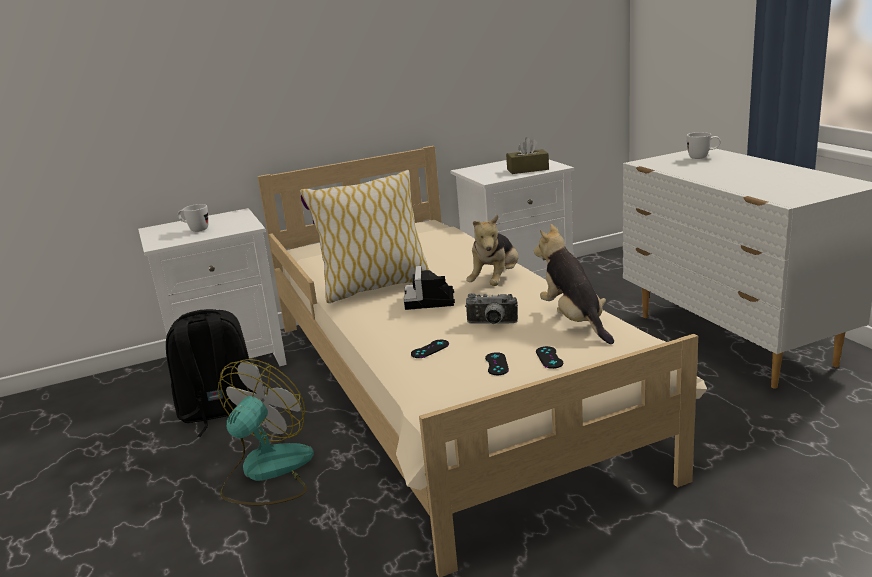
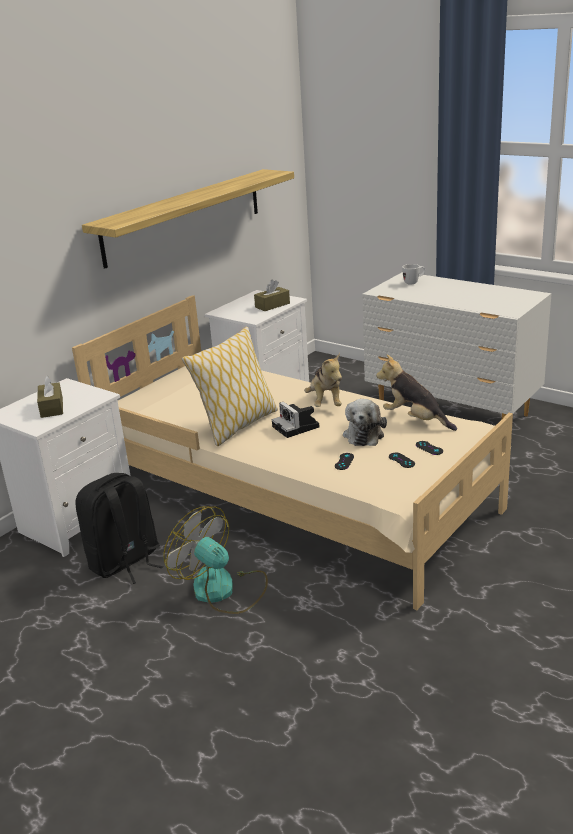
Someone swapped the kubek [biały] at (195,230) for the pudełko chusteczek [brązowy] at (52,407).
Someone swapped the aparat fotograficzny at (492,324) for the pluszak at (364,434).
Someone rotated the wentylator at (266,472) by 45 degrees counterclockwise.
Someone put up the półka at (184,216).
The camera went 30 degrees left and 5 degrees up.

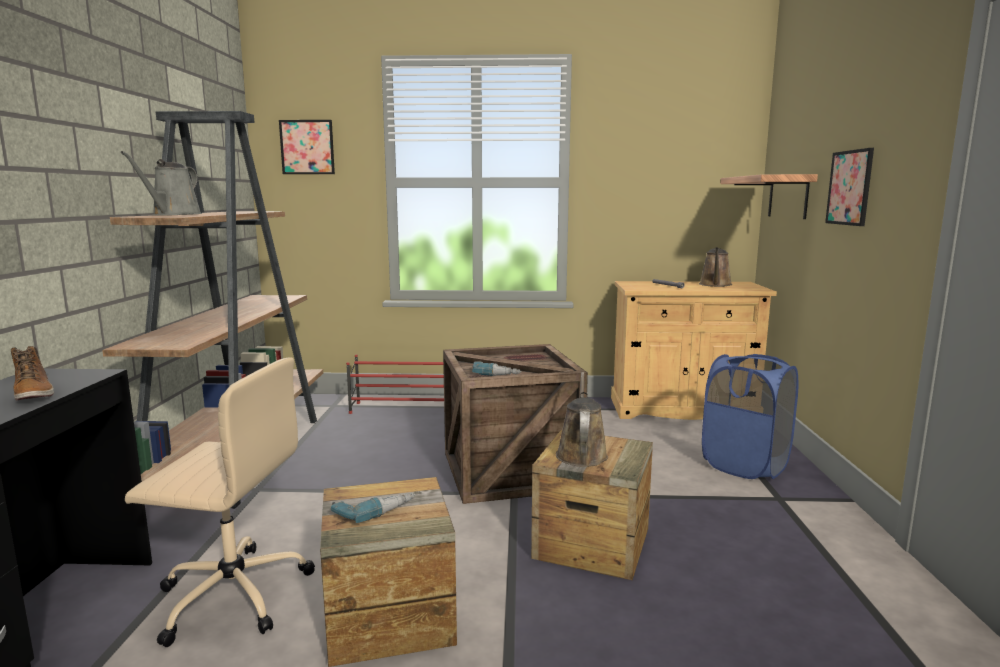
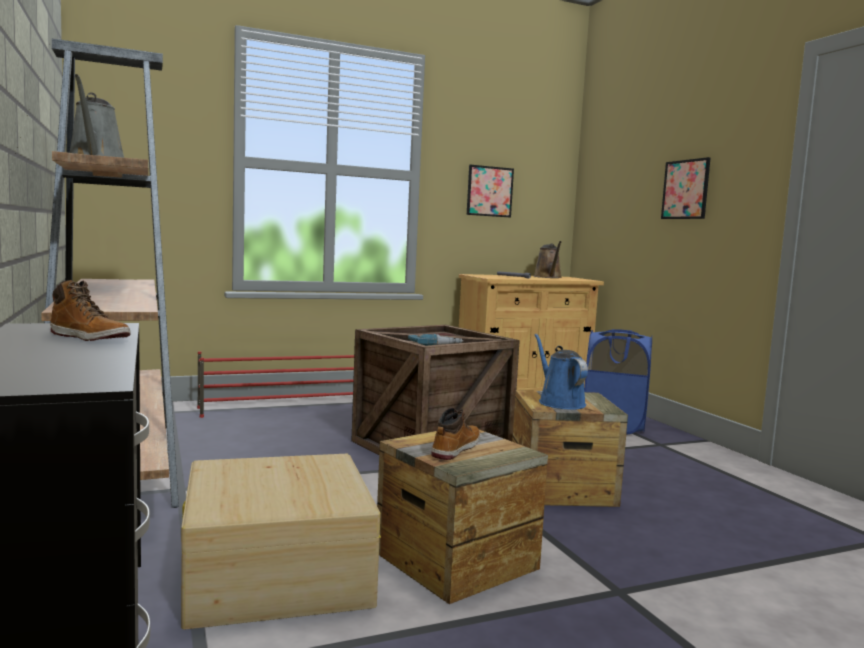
Someone carried the obraz from (307,147) to (489,191).
Someone took away the półka at (788,197).
Someone swapped the krzesło biurowe [beżowy] at (231,594) for the pojemnik do przechowywania [beżowy] at (276,573).
Someone repainted the konewka [brązowy] at (581,453), which became the konewka [niebieski] at (559,402).
Someone swapped the wiertarka at (373,510) for the but z cholewką at (455,449).
The camera went 25 degrees left and 5 degrees down.

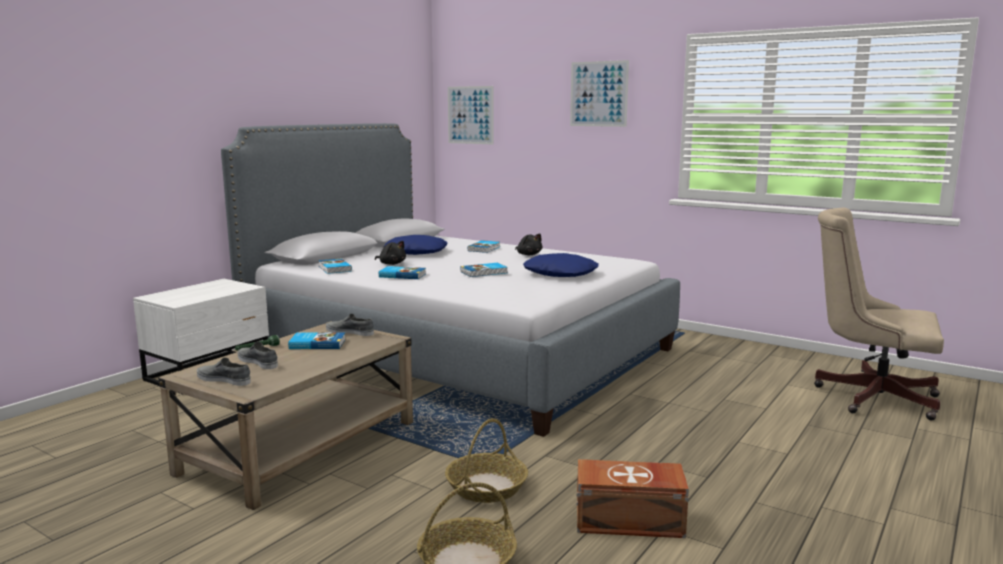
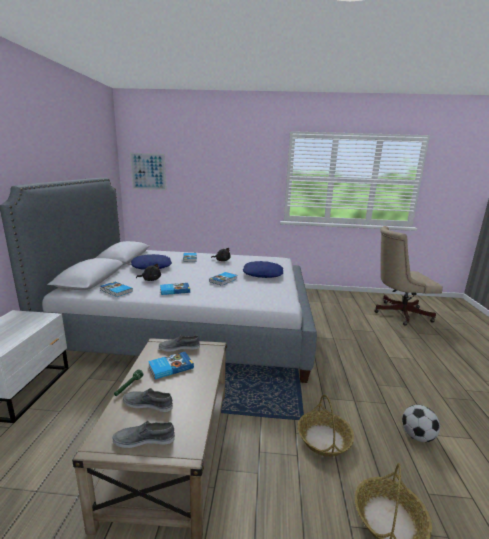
Someone took away the obraz at (598,94).
Someone swapped the pojemnik do przechowywania [brązowy] at (630,521) for the piłka futbolowa at (417,436).
The camera went 30 degrees left and 5 degrees up.

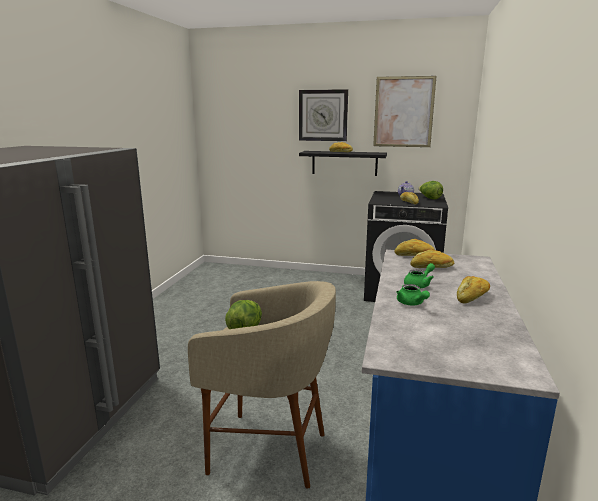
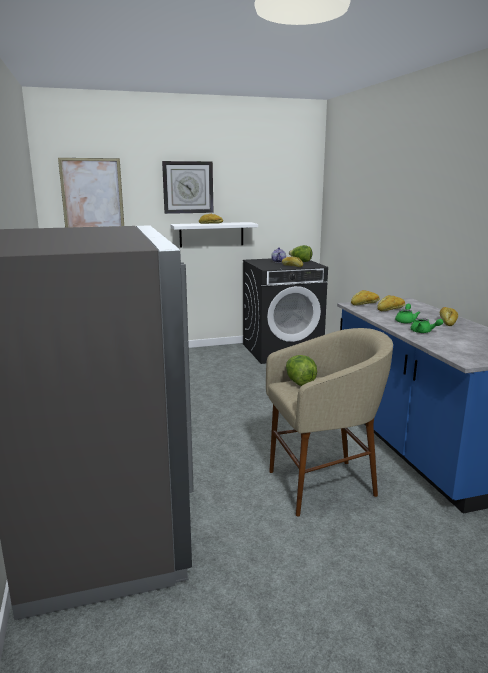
Someone carried the obraz from (403,112) to (92,194).
Someone repainted the półka [czarny] at (344,163), which became the półka [biały] at (211,234).
The camera went 30 degrees left and 0 degrees up.

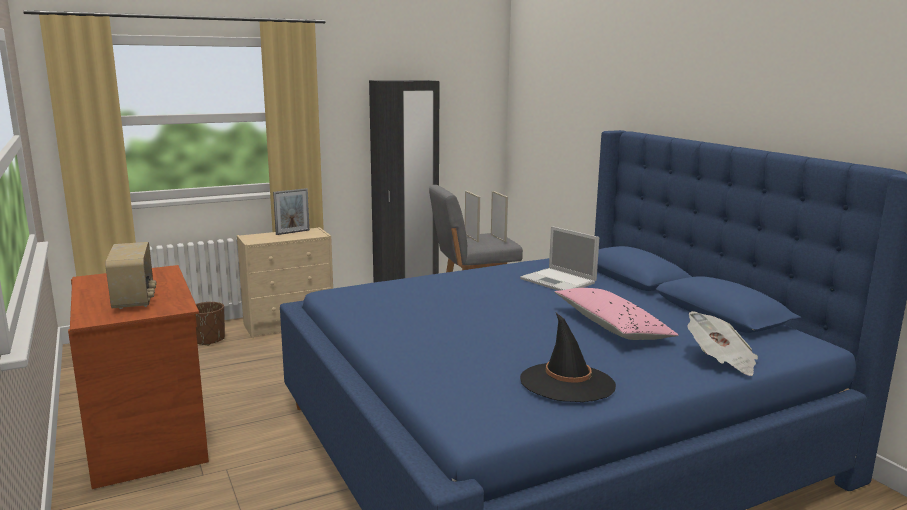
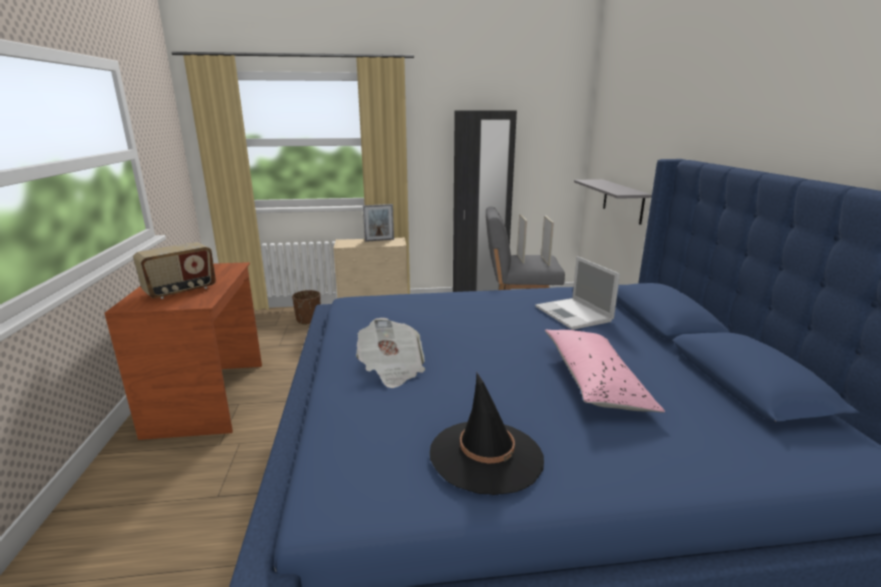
Someone rotated the radio at (135,299) by 45 degrees clockwise.
Someone carried the gazeta from (721,361) to (391,369).
Someone put up the półka [szary] at (623,201).
The camera went 20 degrees right and 5 degrees up.

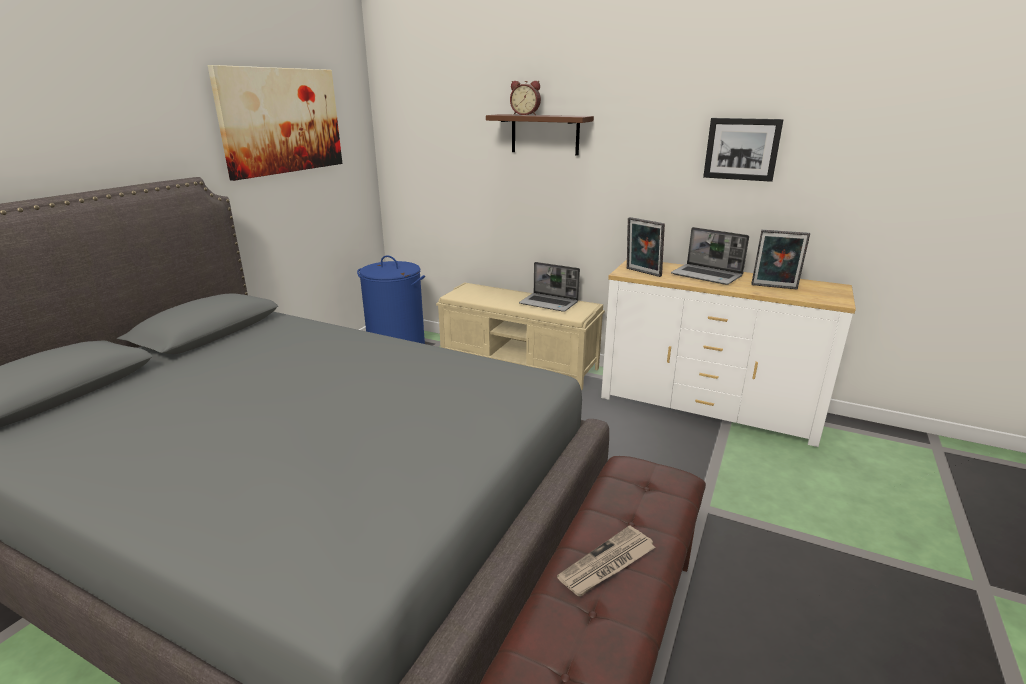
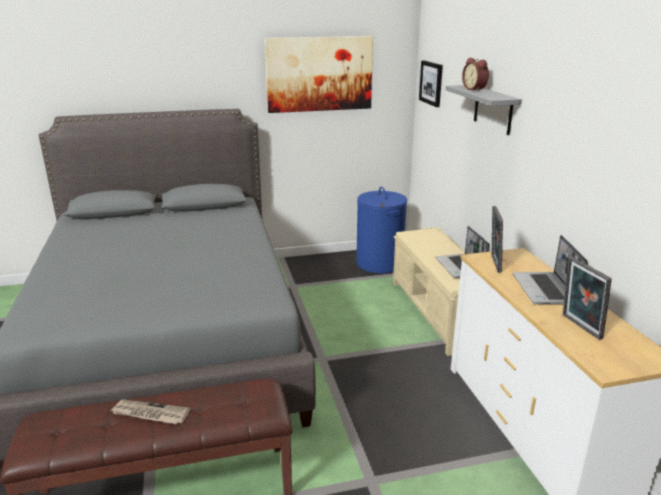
Someone repainted the półka [brązowy] at (545,134), which became the półka [szary] at (493,109).
Someone carried the obraz from (742,149) to (431,83).
The camera went 50 degrees right and 0 degrees up.

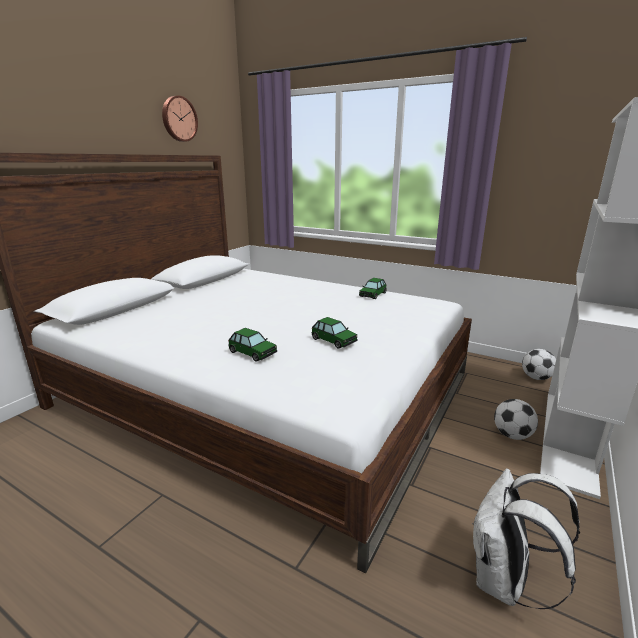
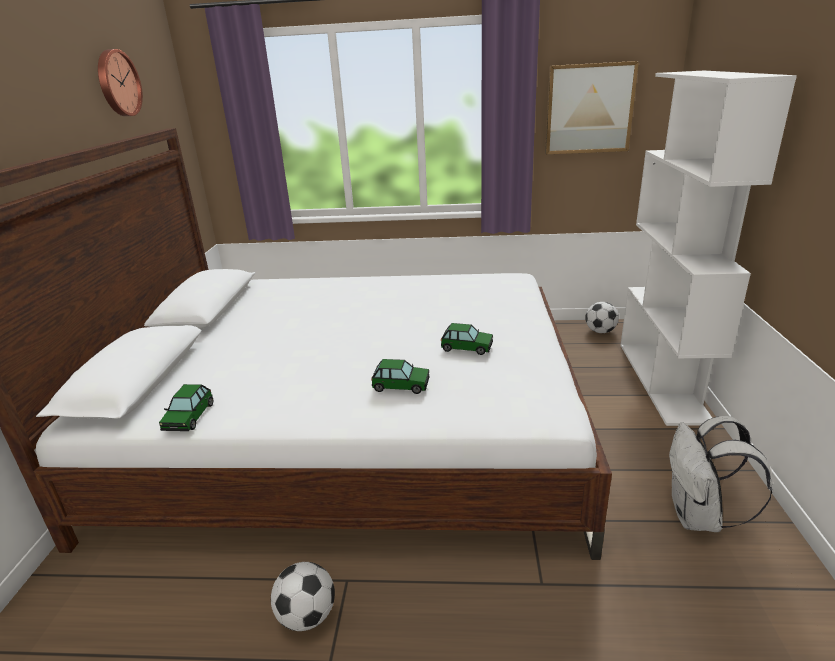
Someone carried the samochodzik from (372,294) to (189,417).
Someone carried the piłka futbolowa from (512,435) to (307,616).
Someone put up the obraz at (589,109).
The camera went 25 degrees left and 5 degrees up.

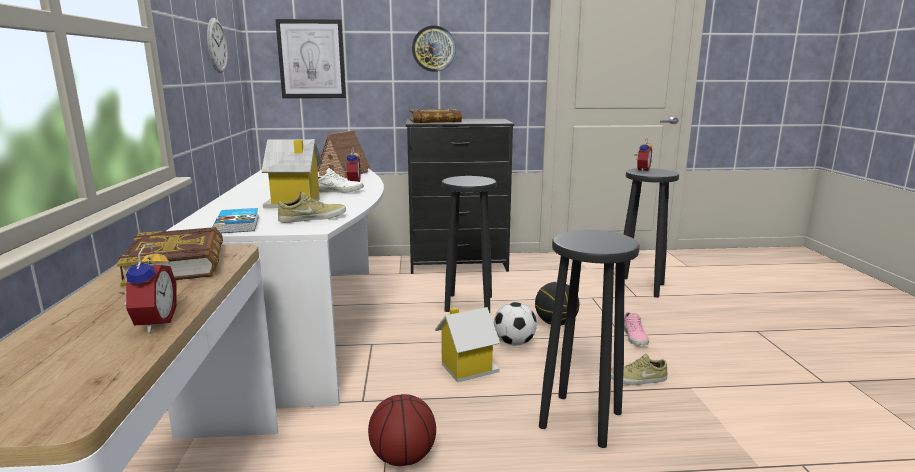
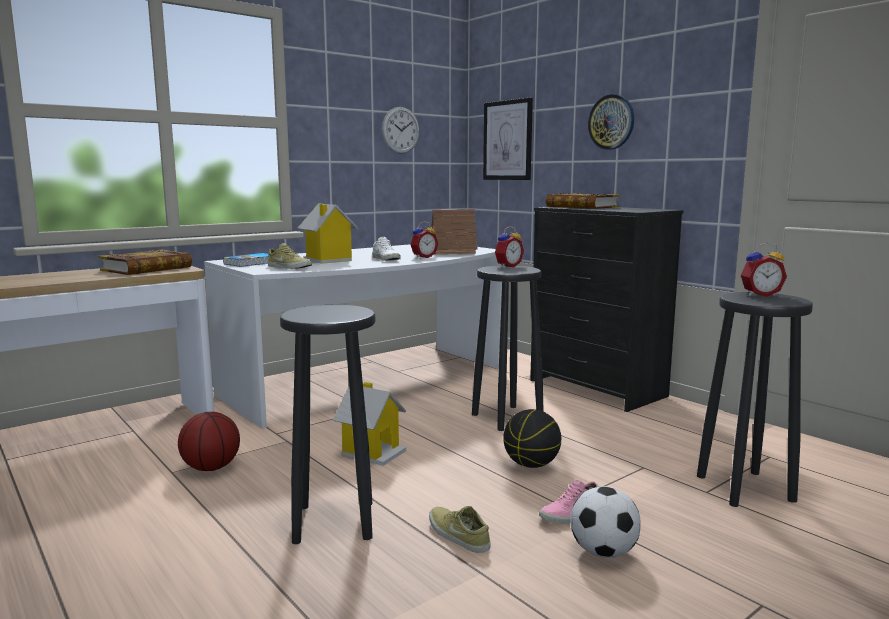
Someone carried the budzik from (152,323) to (507,266).
Someone carried the piłka futbolowa from (514,343) to (604,552).
The camera went 55 degrees right and 5 degrees down.

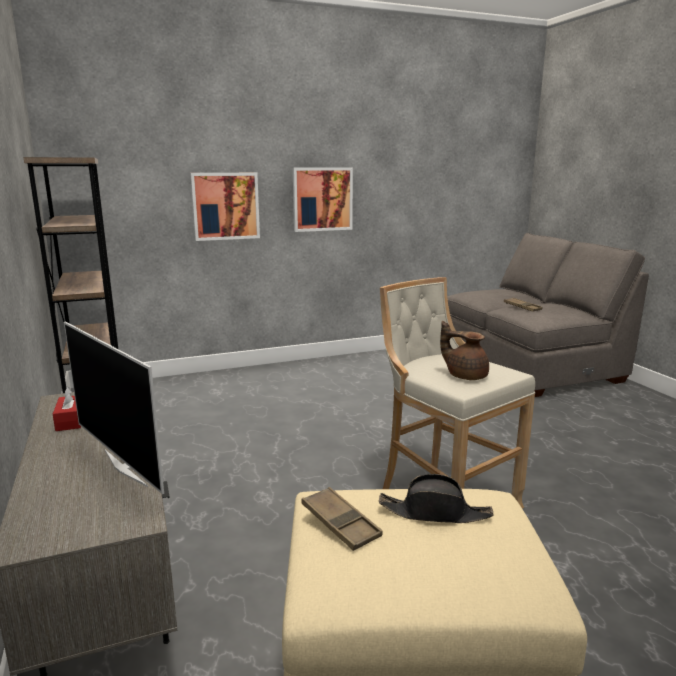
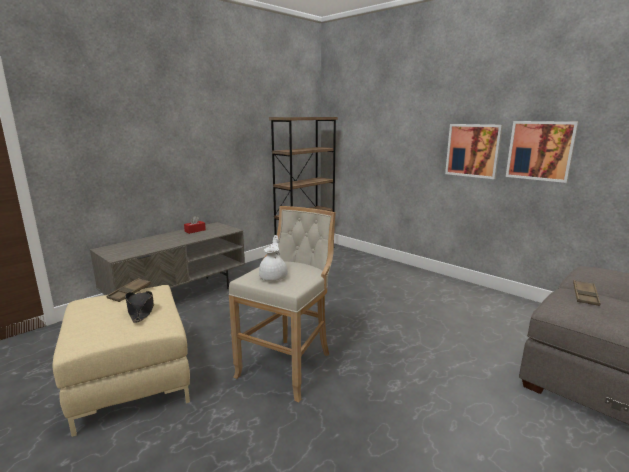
Someone carried the obraz from (225,206) to (540,150).
Someone took away the telewizor at (126,467).
Someone repainted the imbryk [brązowy] at (465,375), which became the imbryk [biały] at (274,277).
The camera went 65 degrees right and 0 degrees up.

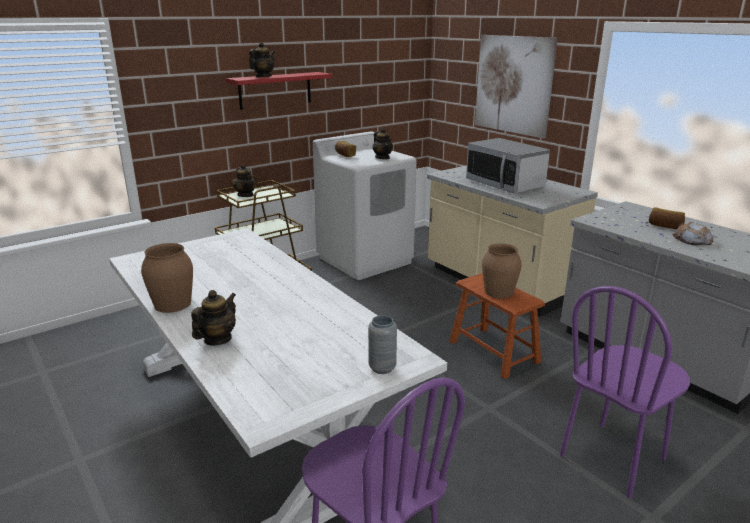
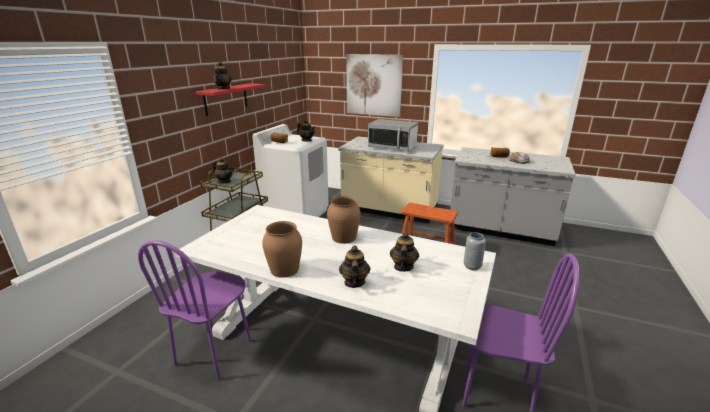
Someone carried the wazon [brązowy] from (499,292) to (344,237).
Someone carried the krzesło [fioletowy] from (613,458) to (214,352).
Someone put down the imbryk at (403,267).
The camera went 30 degrees left and 0 degrees up.

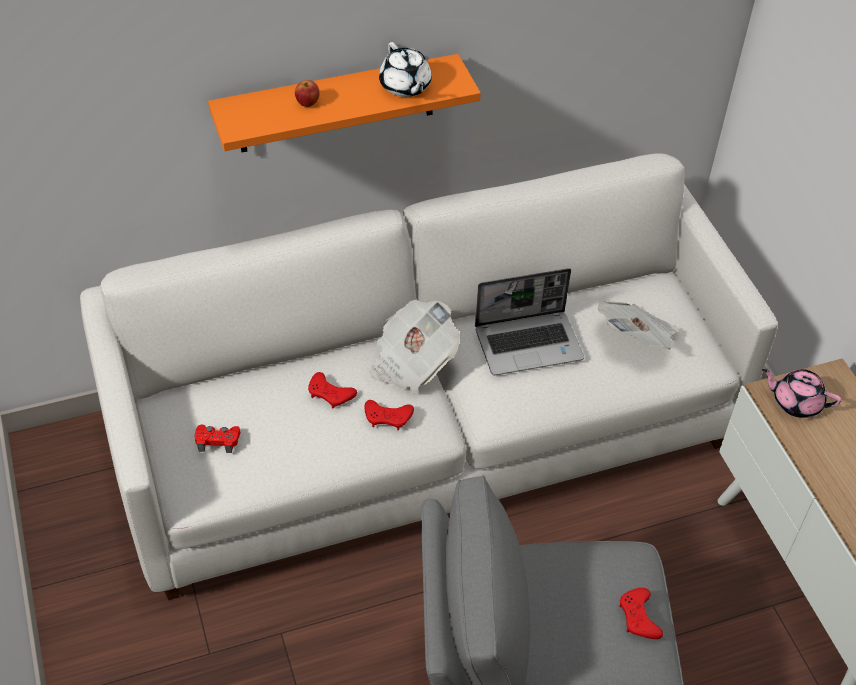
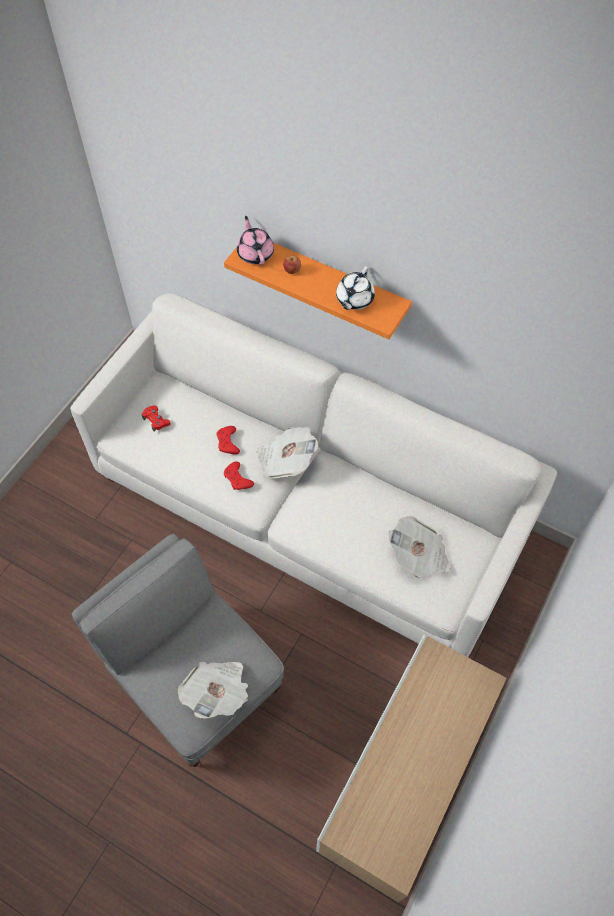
Someone took away the laptop at (529,343).
Someone carried the imbryk [różowy] from (795,402) to (255,253).
Someone swapped the pad do gier [czerwony] at (639,617) for the gazeta at (218,692).
The camera went 50 degrees right and 10 degrees up.

